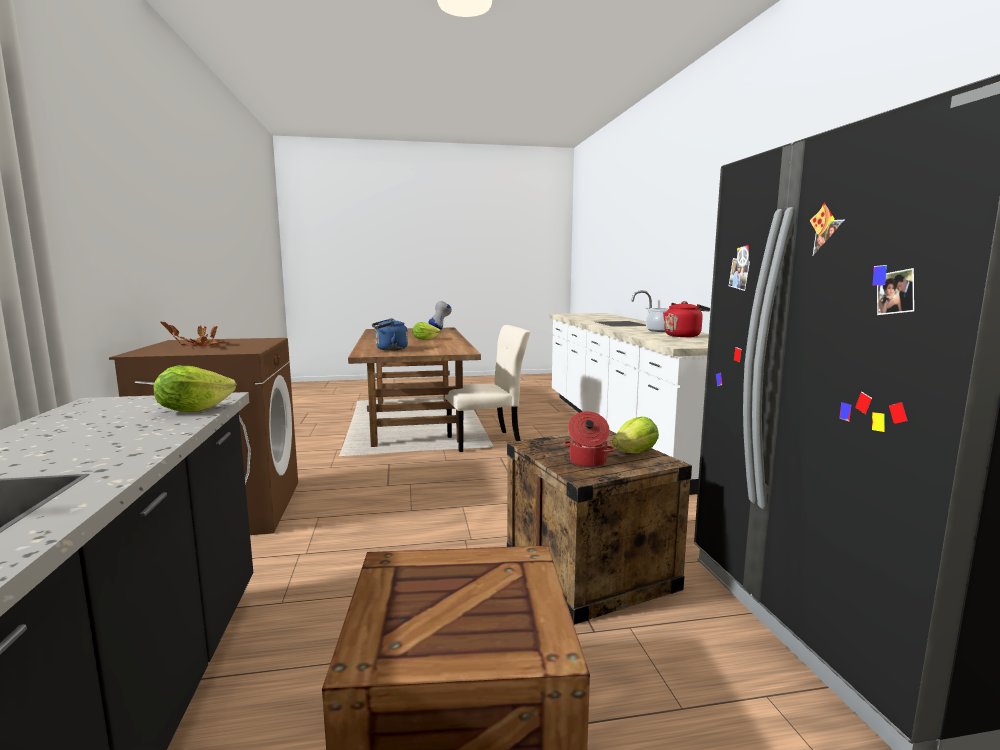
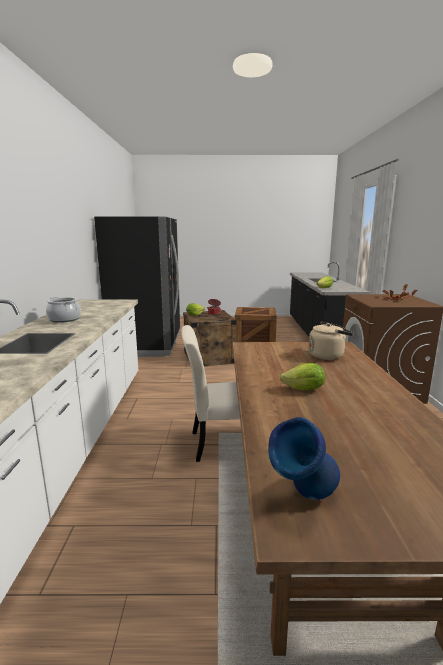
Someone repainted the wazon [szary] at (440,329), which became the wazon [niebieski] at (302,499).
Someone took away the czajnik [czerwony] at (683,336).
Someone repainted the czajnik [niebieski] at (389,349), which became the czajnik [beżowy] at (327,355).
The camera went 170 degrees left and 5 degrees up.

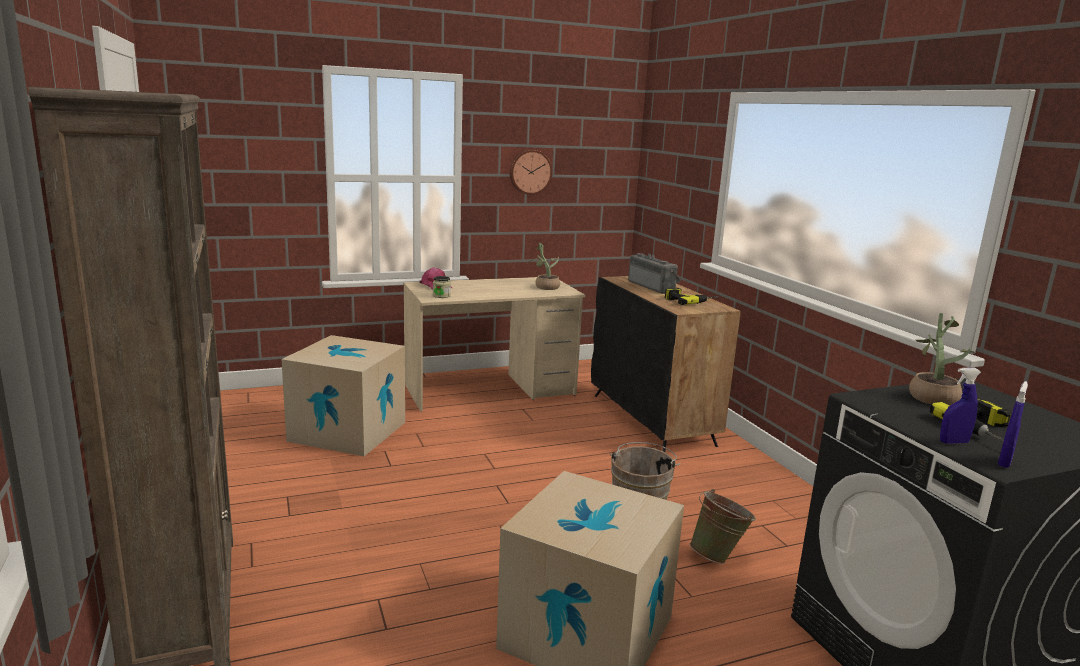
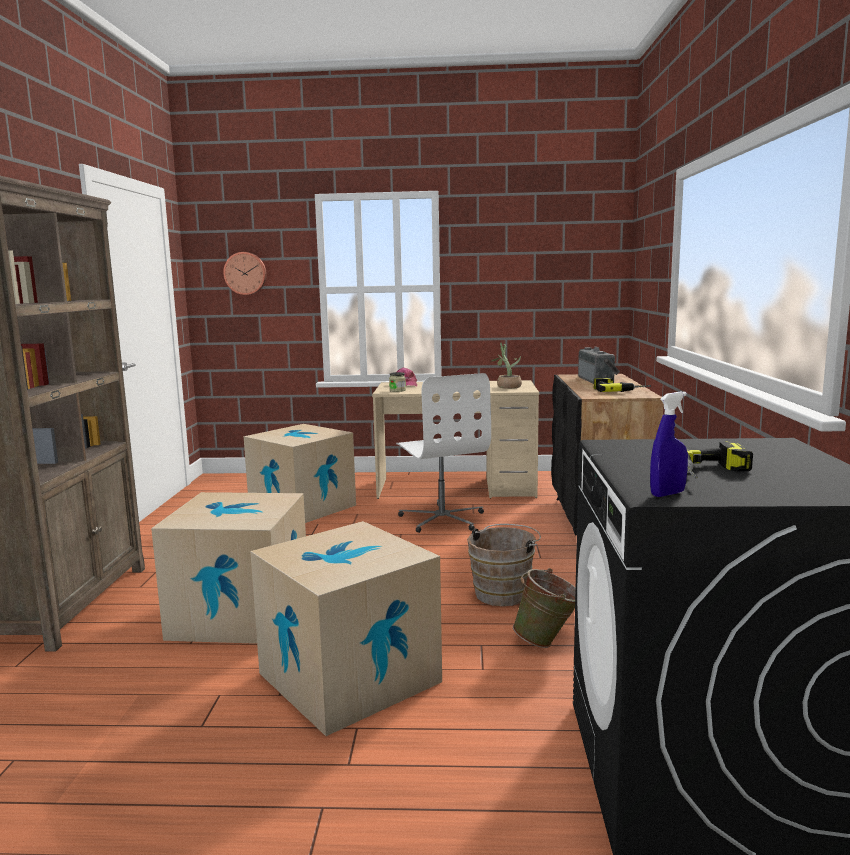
Someone carried the zegar ścienny from (530,172) to (245,273).
Someone took away the roślina doniczkowa at (931,396).
Someone took away the spryskiwacz [niebieski] at (953,442).
Someone put down the krzesło biurowe [biały] at (442,519).
Someone put down the karton at (241,614).
The camera went 25 degrees right and 5 degrees down.

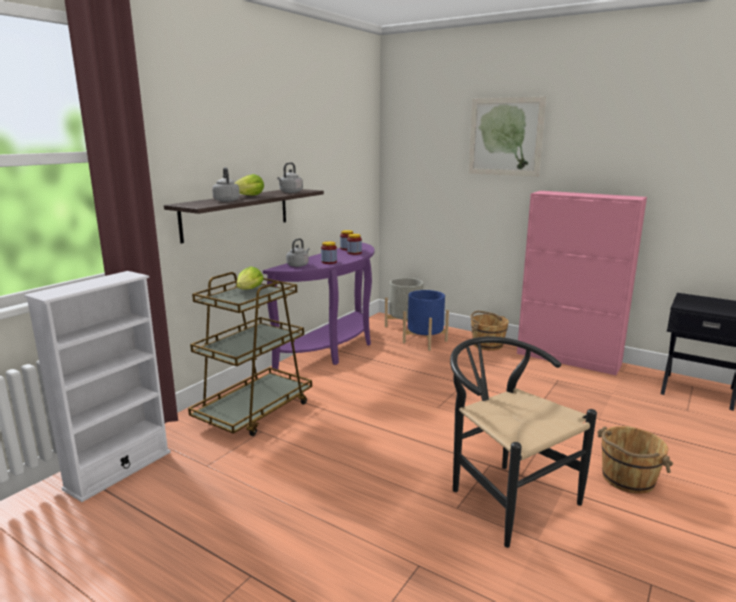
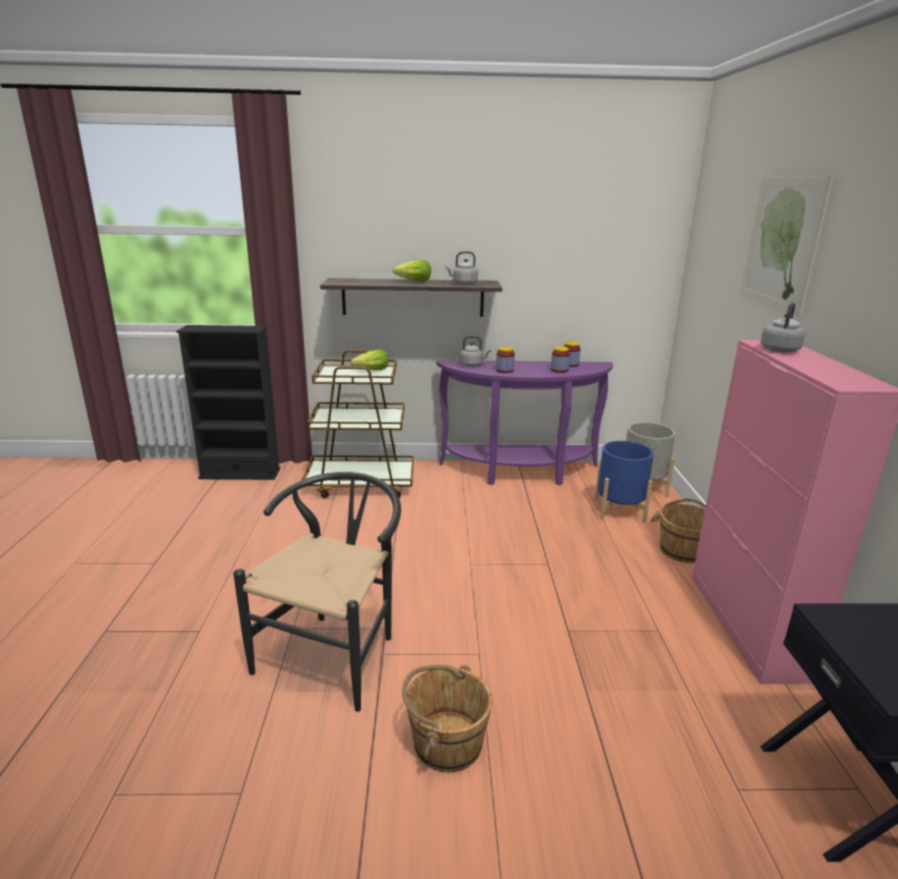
Someone carried the czajnik [szary] from (226,200) to (780,349).
Someone repainted the regał [biały] at (119,470), which became the regał [czarny] at (240,474).
The camera went 55 degrees right and 5 degrees up.

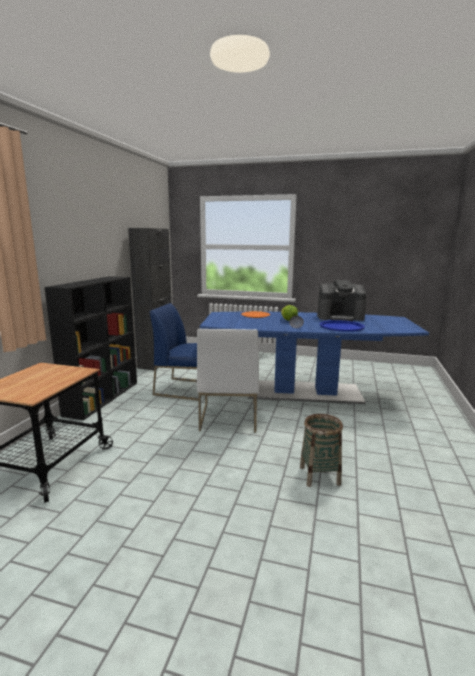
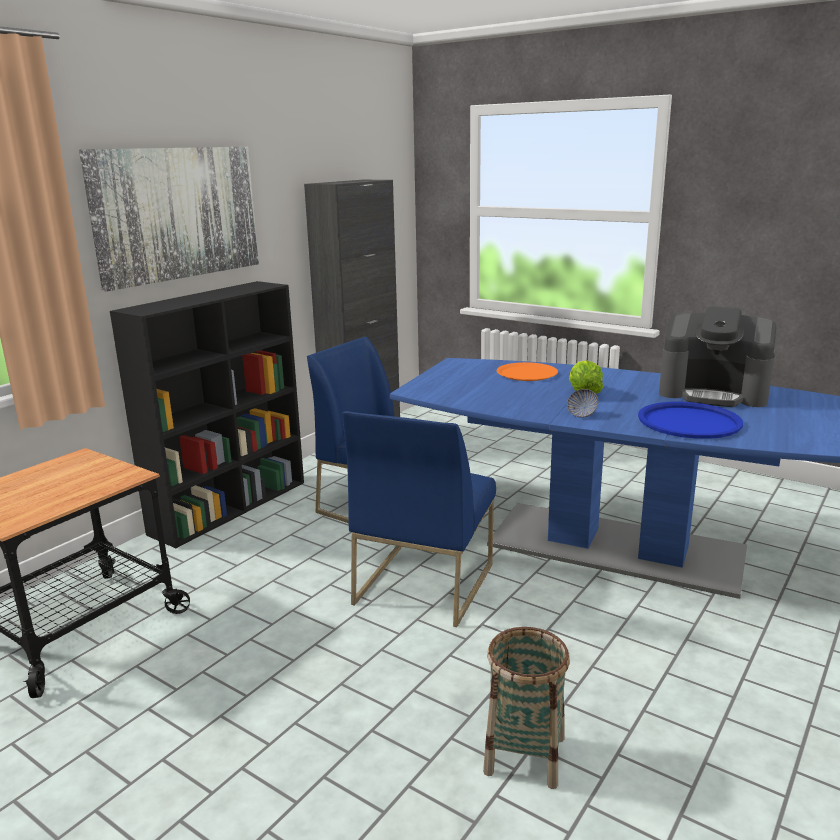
Someone repainted the krzesło [biały] at (228,417), which became the krzesło [niebieski] at (424,583).
Someone put up the obraz at (177,213).
The camera went 20 degrees right and 5 degrees up.

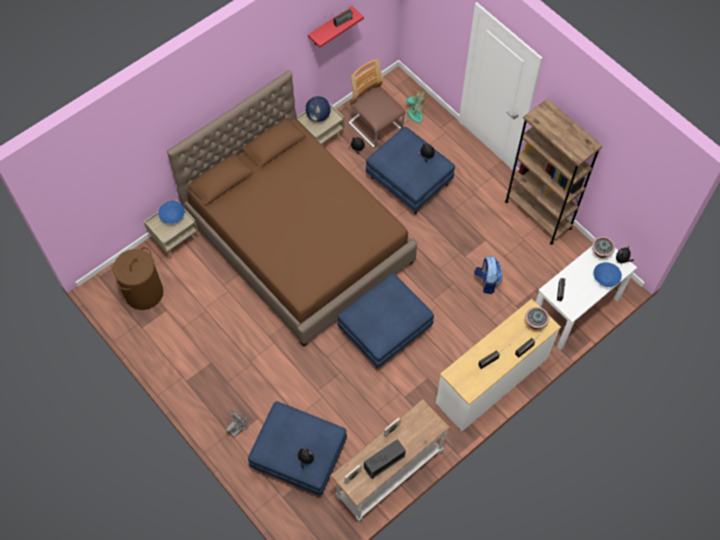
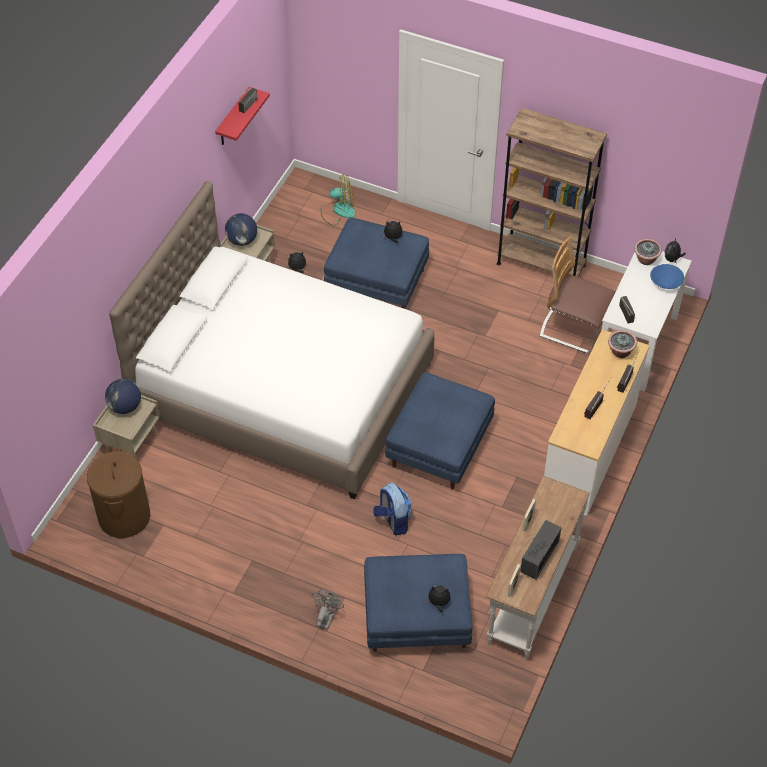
Someone carried the krzesło from (375,127) to (574,329).
Someone repainted the łóżko [brązowy] at (299,239), which became the łóżko [biały] at (283,388).
Someone swapped the miska [niebieski] at (172,216) for the globus at (125,407).
Someone carried the plecak from (487,281) to (393,520).
The camera went 25 degrees left and 10 degrees down.

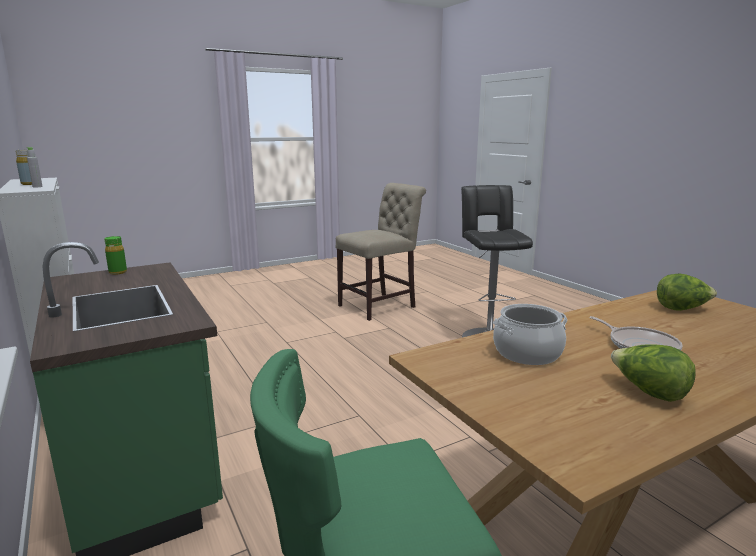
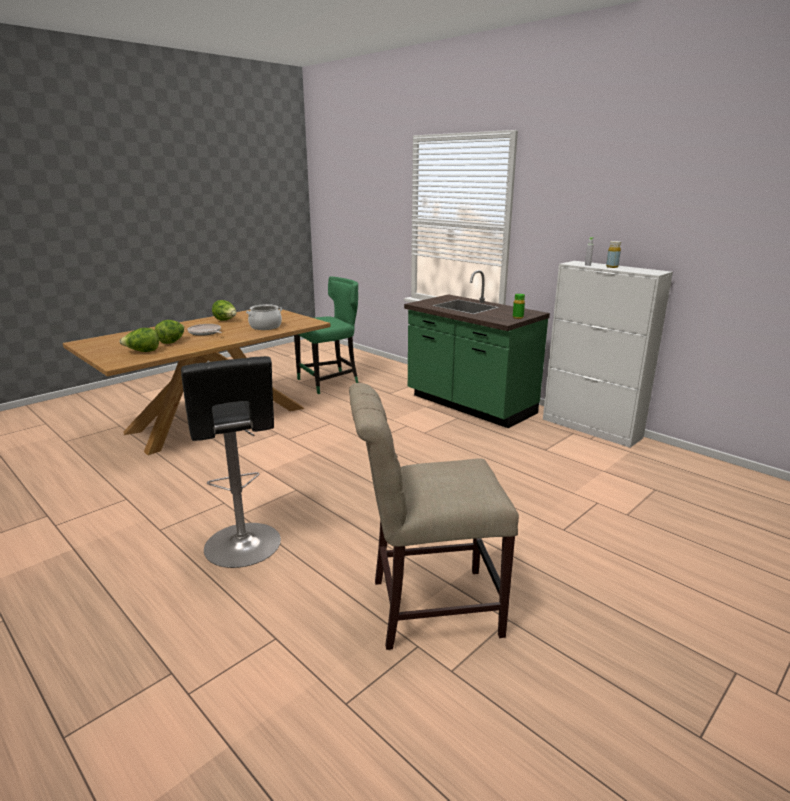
Someone rotated the krzesło [beżowy] at (380,305) by 45 degrees clockwise.
Someone put down the sałata at (172,342).
The camera went 165 degrees right and 5 degrees up.

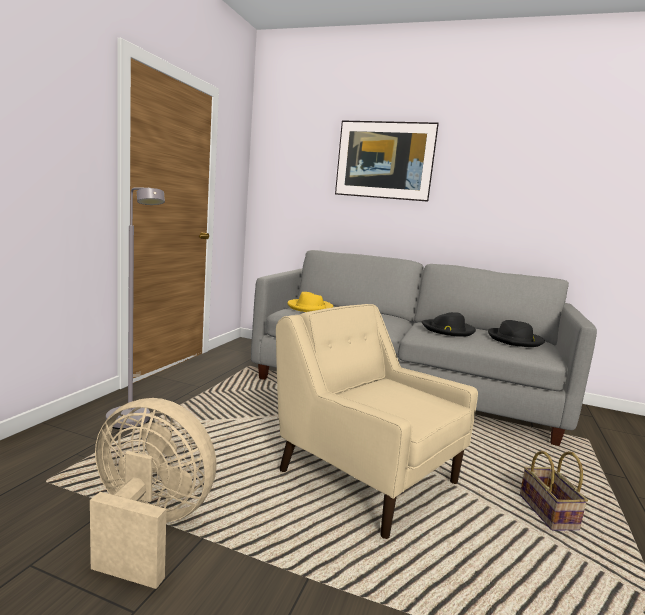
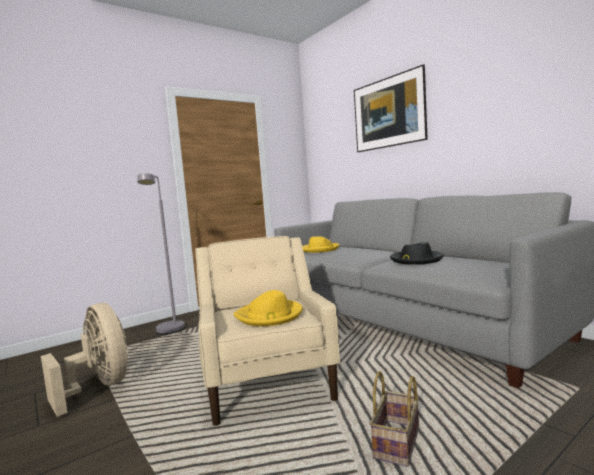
Someone took away the kapelusz [czarny] at (515,340).
Someone put down the kapelusz [żółty] at (269,316).
The camera went 35 degrees right and 5 degrees down.

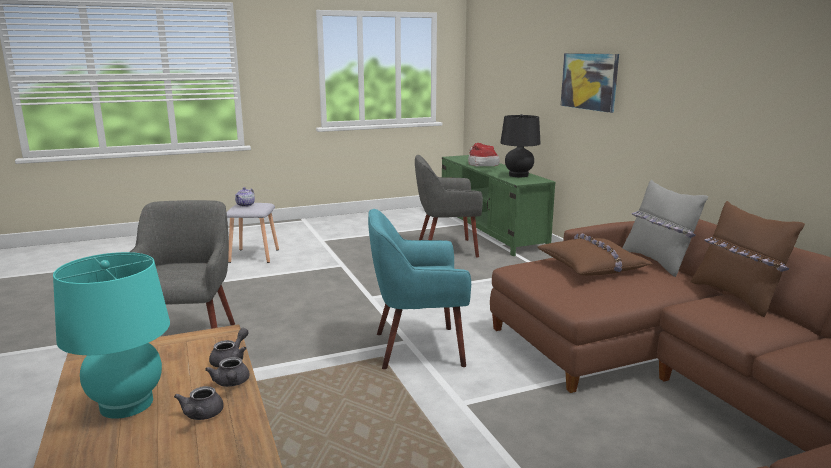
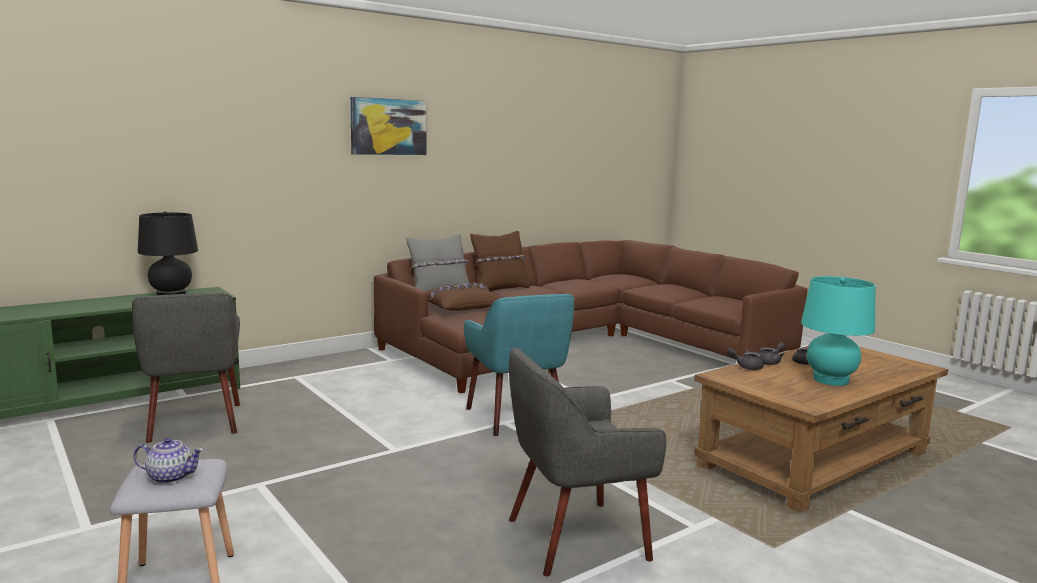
Someone carried the obraz from (589,81) to (388,127).
Someone took away the kapelusz at (481,164).
The camera went 105 degrees left and 5 degrees down.

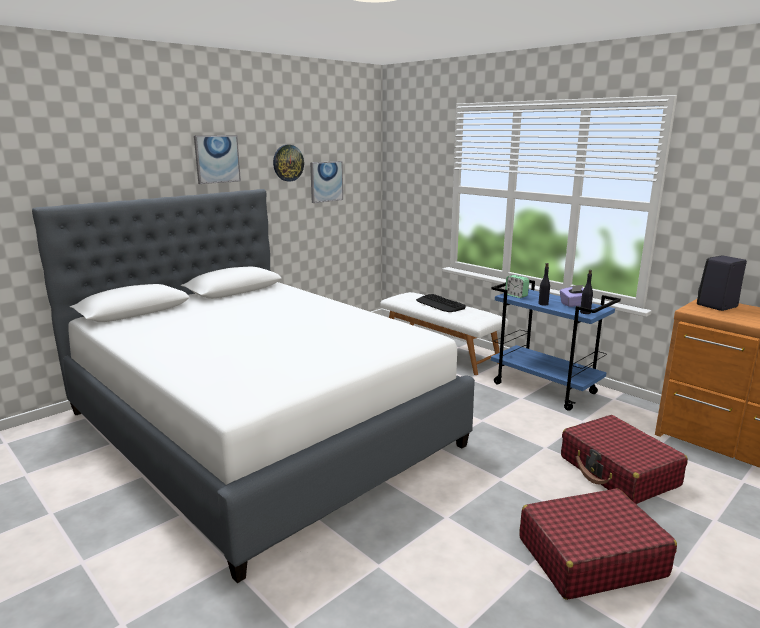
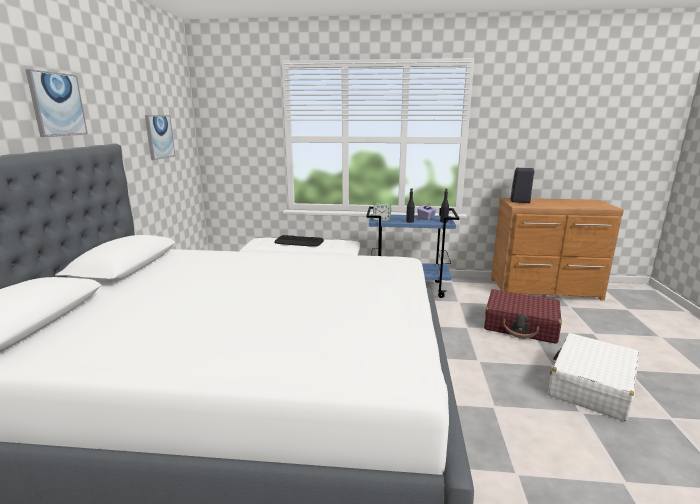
Someone took away the zegar ścienny at (288,163).
Someone repainted the walizka [czerwony] at (590,557), which became the walizka [biały] at (591,386).
The camera went 40 degrees left and 0 degrees up.

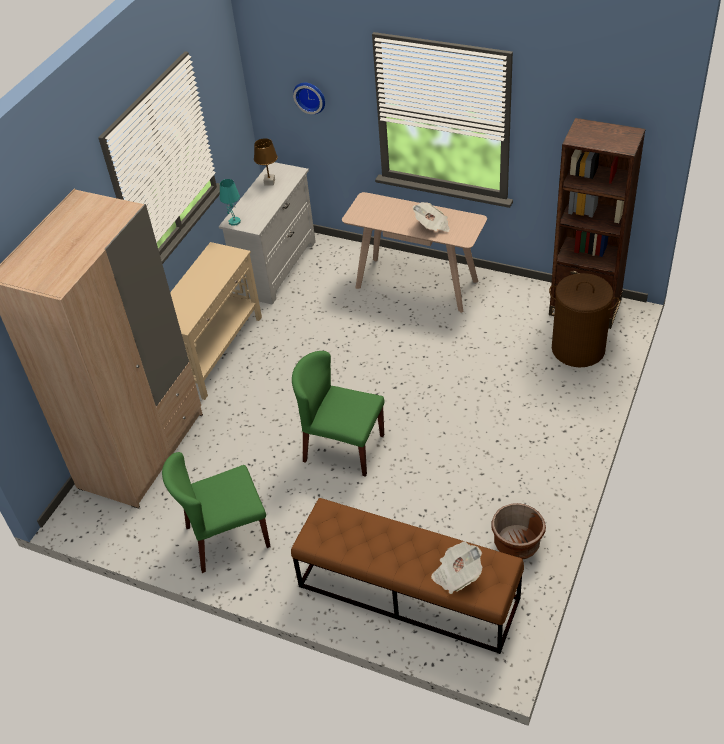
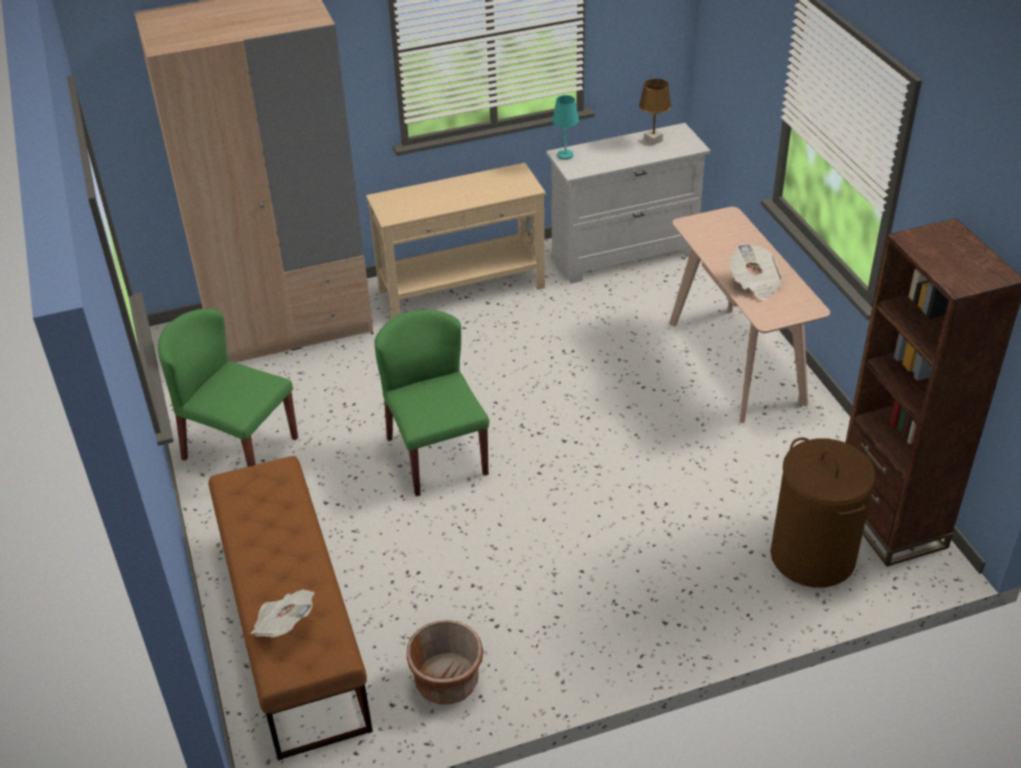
Someone took away the zegar ścienny at (310,96).
The camera went 45 degrees right and 5 degrees down.

